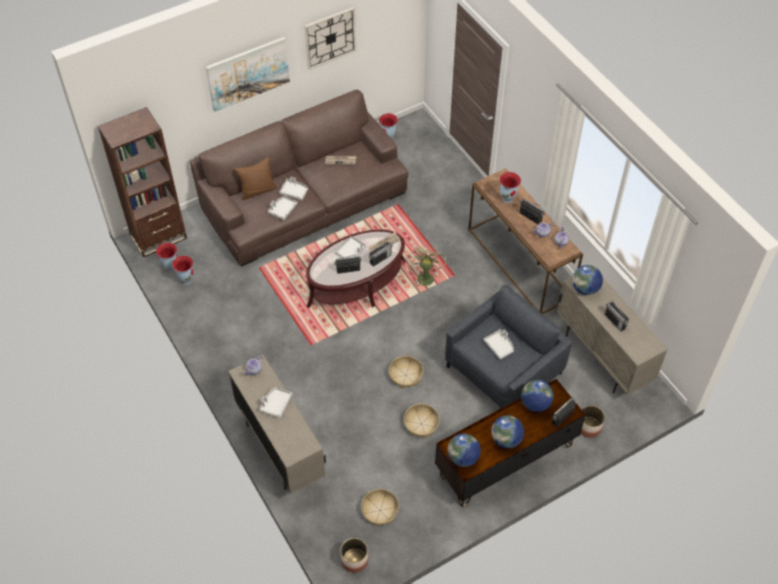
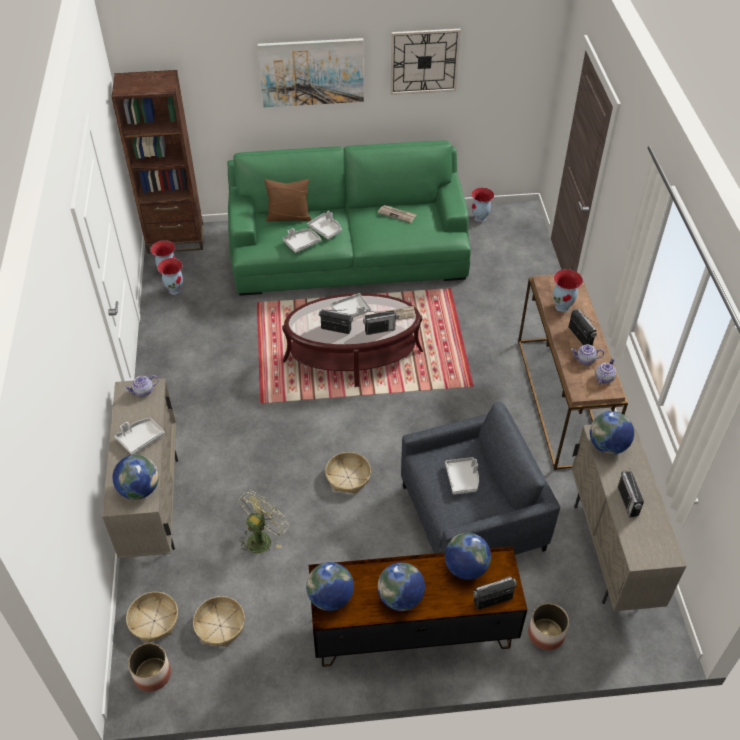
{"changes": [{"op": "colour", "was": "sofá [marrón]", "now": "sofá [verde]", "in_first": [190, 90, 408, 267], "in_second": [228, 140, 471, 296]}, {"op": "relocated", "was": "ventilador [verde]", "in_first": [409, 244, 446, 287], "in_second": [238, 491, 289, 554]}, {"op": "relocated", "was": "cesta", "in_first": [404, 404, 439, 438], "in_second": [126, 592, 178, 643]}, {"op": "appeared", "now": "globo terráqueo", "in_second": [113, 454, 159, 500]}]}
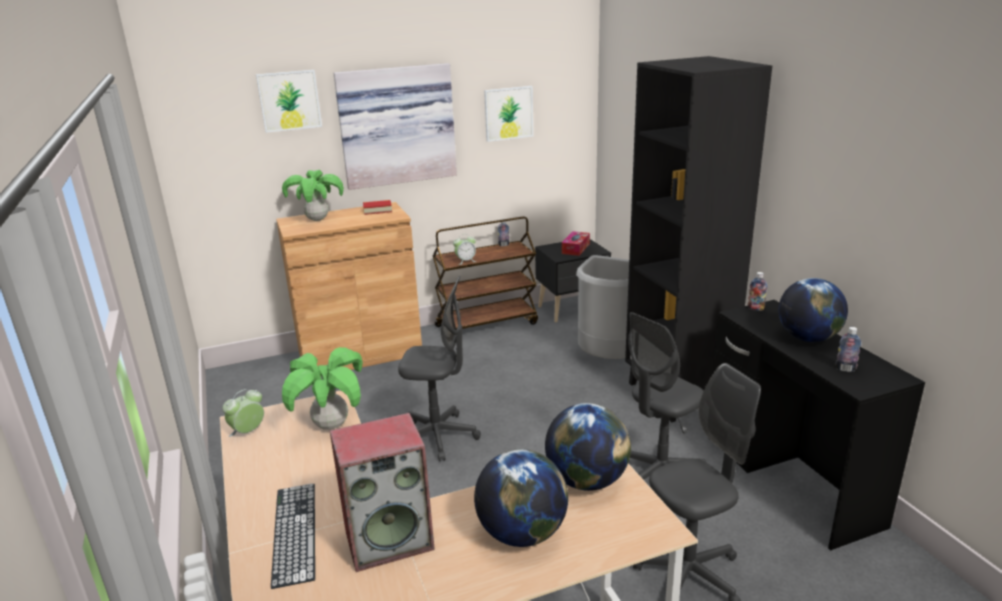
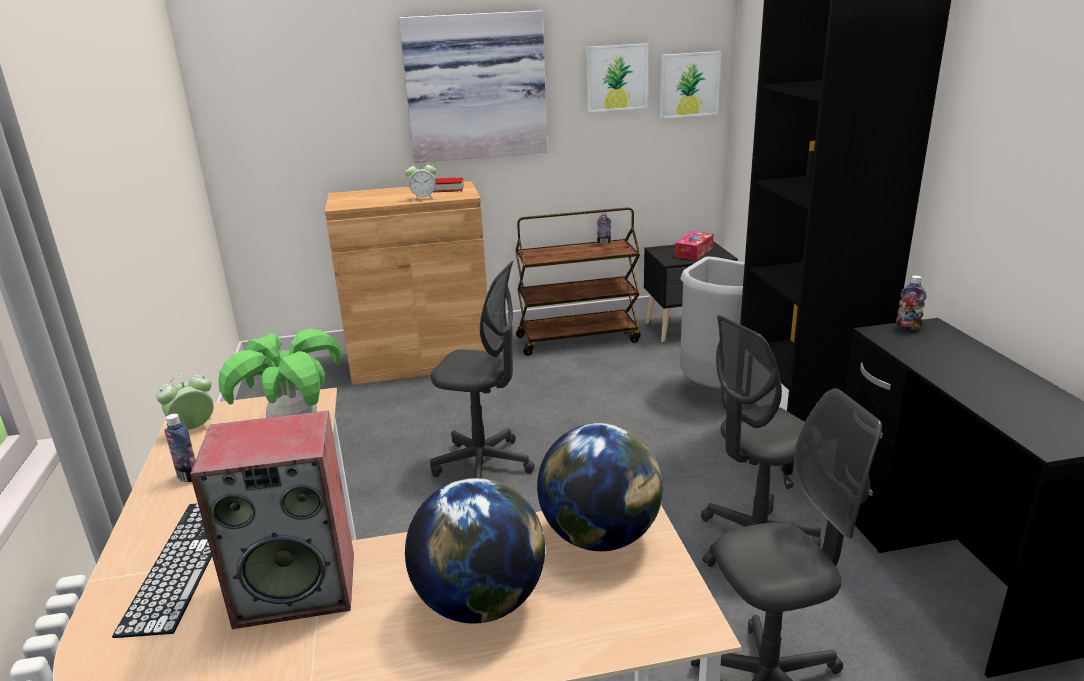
{"changes": [{"op": "relocated", "was": "cuadro", "in_first": [256, 70, 322, 133], "in_second": [660, 51, 721, 119]}, {"op": "missing", "was": "planta en maceta", "in_first": [282, 170, 344, 221]}, {"op": "relocated", "was": "despertador", "in_first": [453, 234, 477, 265], "in_second": [405, 160, 437, 202]}, {"op": "missing", "was": "globo terráqueo", "in_first": [778, 278, 848, 342]}, {"op": "relocated", "was": "botella", "in_first": [836, 327, 861, 372], "in_second": [164, 414, 196, 482]}]}
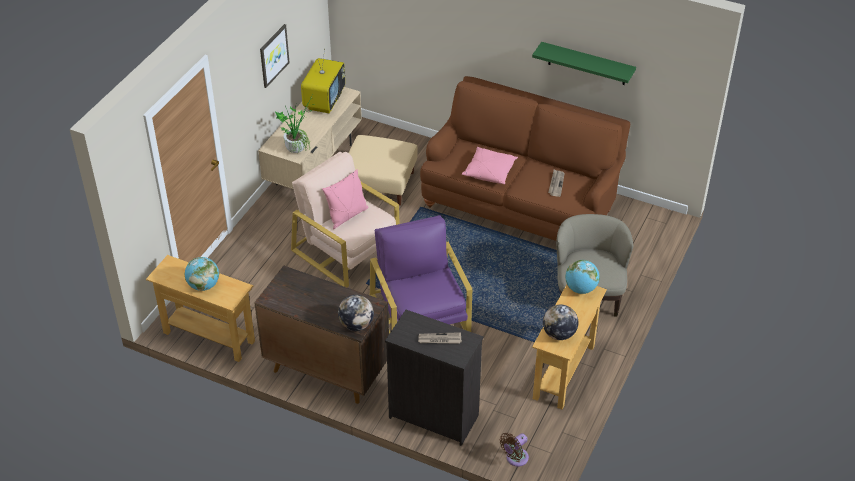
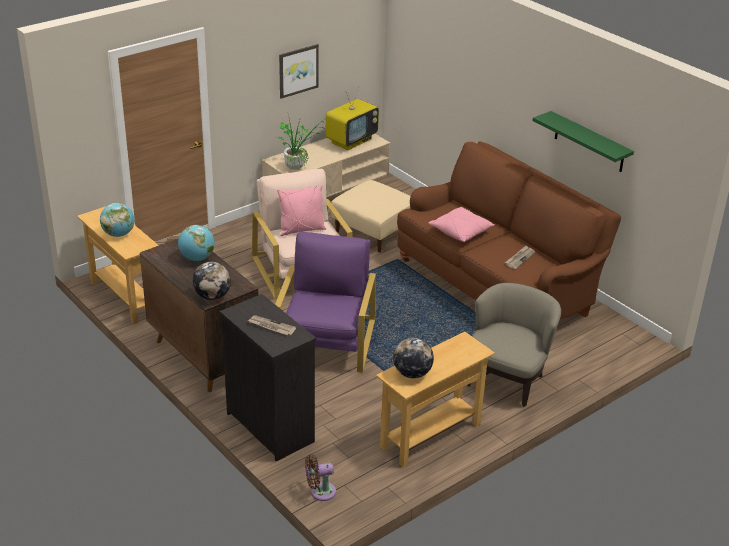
{"changes": [{"op": "relocated", "was": "globo terráqueo", "in_first": [565, 260, 600, 294], "in_second": [178, 225, 214, 261]}]}
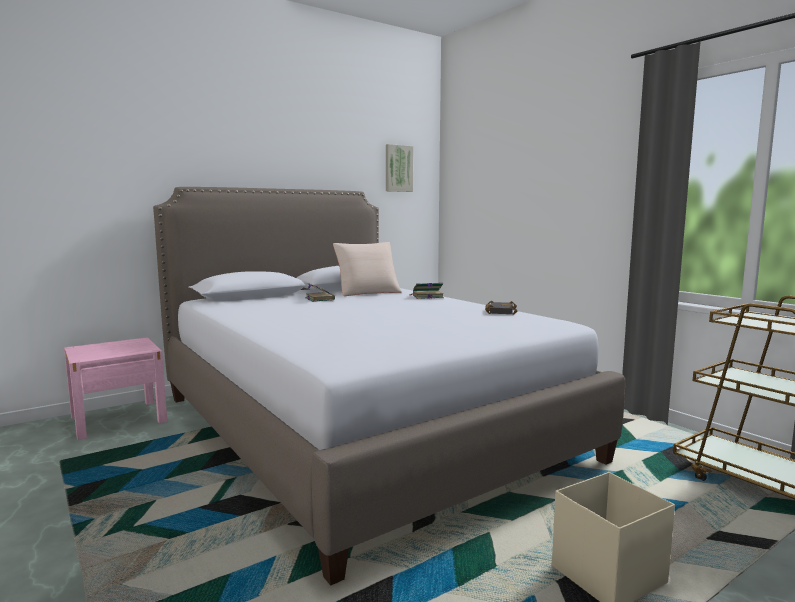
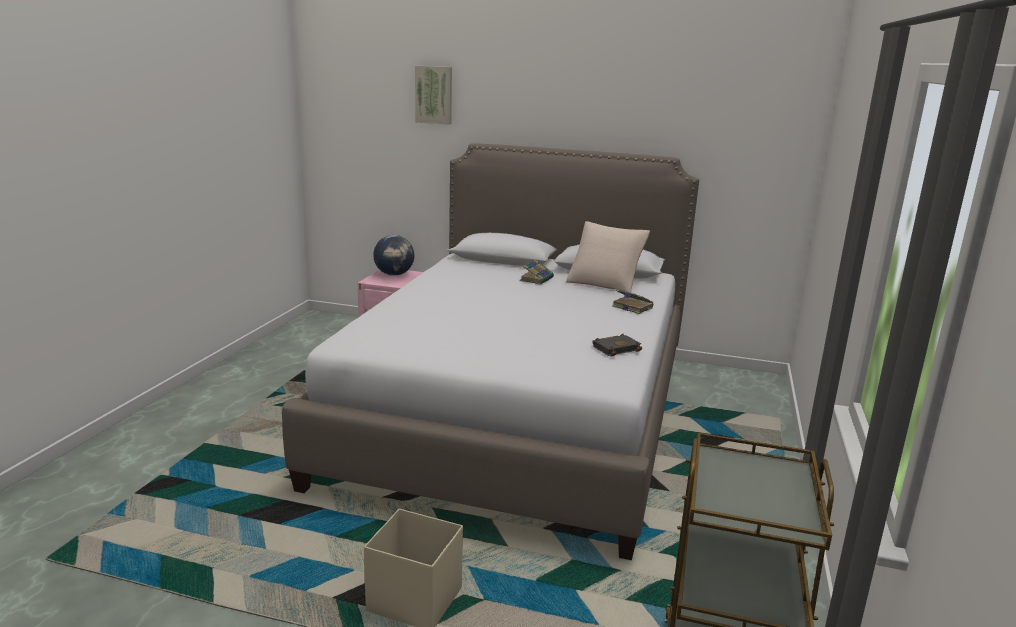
{"changes": [{"op": "relocated", "was": "cuadro", "in_first": [386, 144, 413, 192], "in_second": [415, 66, 452, 125]}, {"op": "appeared", "now": "globo terráqueo", "in_second": [373, 235, 415, 276]}]}
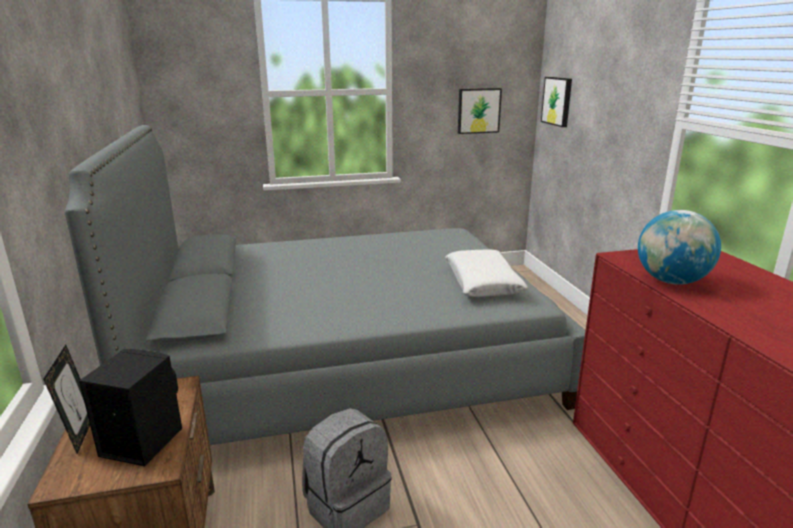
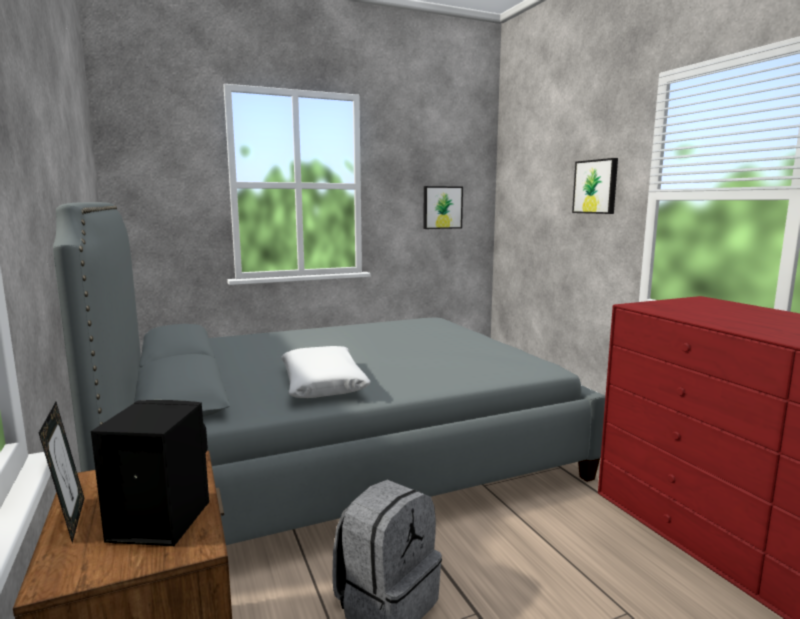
{"changes": [{"op": "relocated", "was": "cuadro", "in_first": [541, 77, 572, 127], "in_second": [572, 158, 618, 214]}, {"op": "missing", "was": "globo terráqueo", "in_first": [638, 210, 721, 285]}, {"op": "relocated", "was": "cojín [blanco]", "in_first": [445, 249, 528, 297], "in_second": [281, 346, 371, 398]}]}
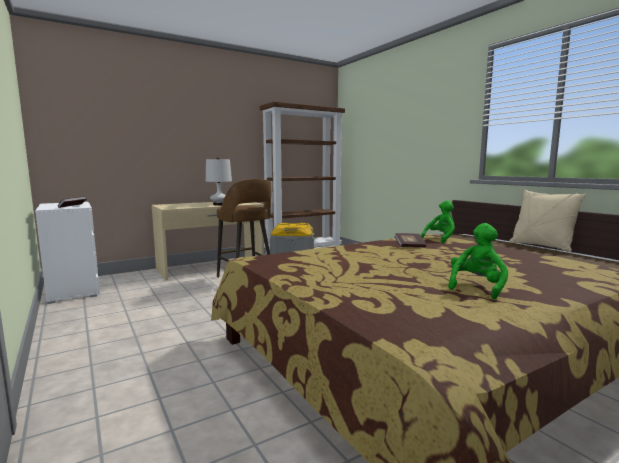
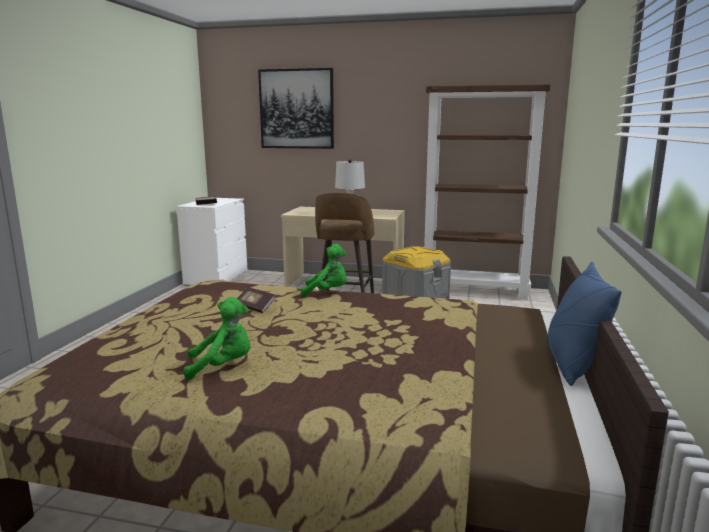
{"changes": [{"op": "colour", "was": "cojín [beis]", "now": "cojín [azul]", "in_first": [509, 190, 586, 251], "in_second": [547, 262, 622, 386]}, {"op": "relocated", "was": "peluche [verde]", "in_first": [421, 201, 455, 243], "in_second": [301, 244, 347, 297]}, {"op": "relocated", "was": "libro", "in_first": [394, 233, 426, 247], "in_second": [237, 287, 275, 313]}, {"op": "appeared", "now": "cuadro", "in_second": [258, 68, 334, 149]}]}
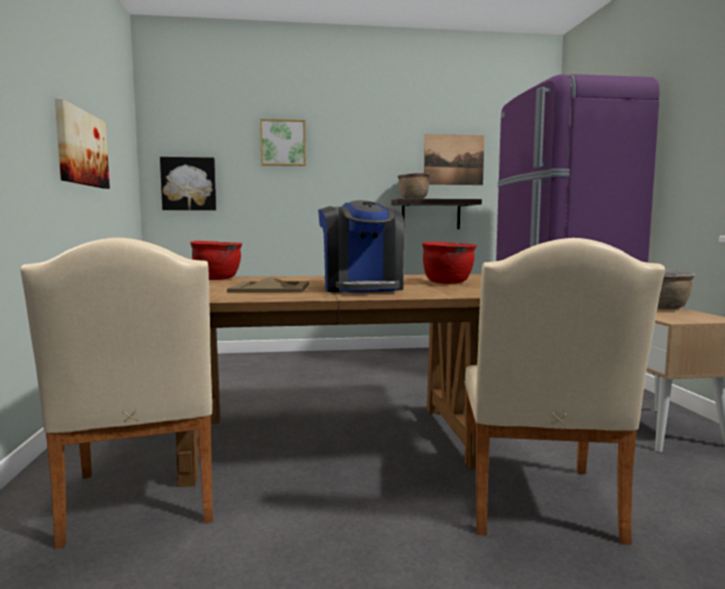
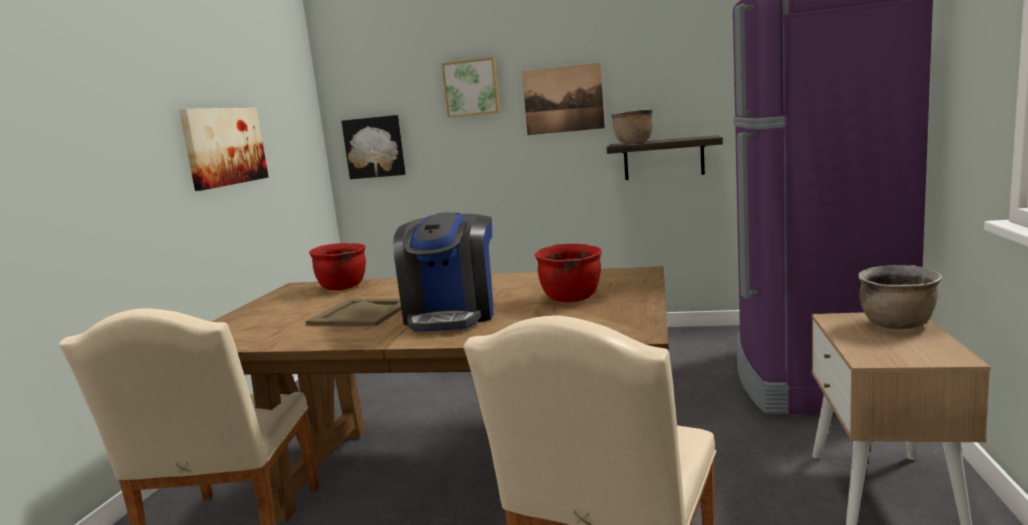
{"changes": [{"op": "relocated", "was": "cuadro", "in_first": [424, 134, 484, 185], "in_second": [522, 63, 605, 135]}]}
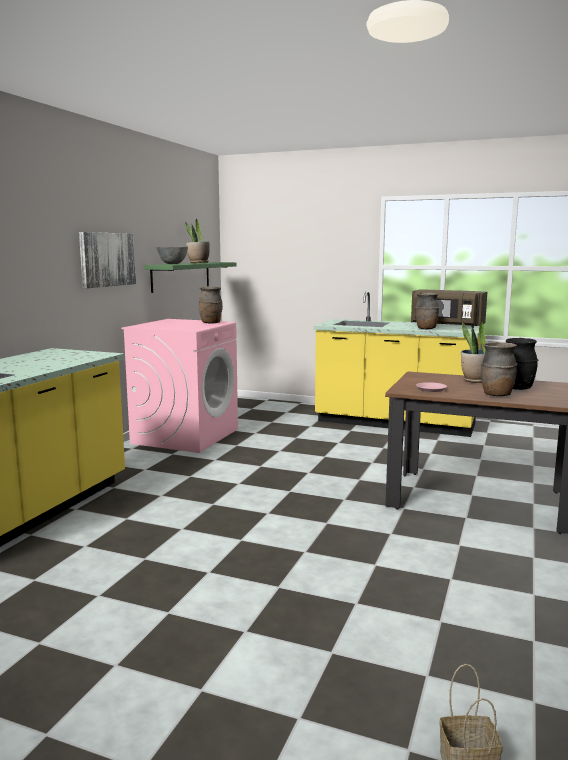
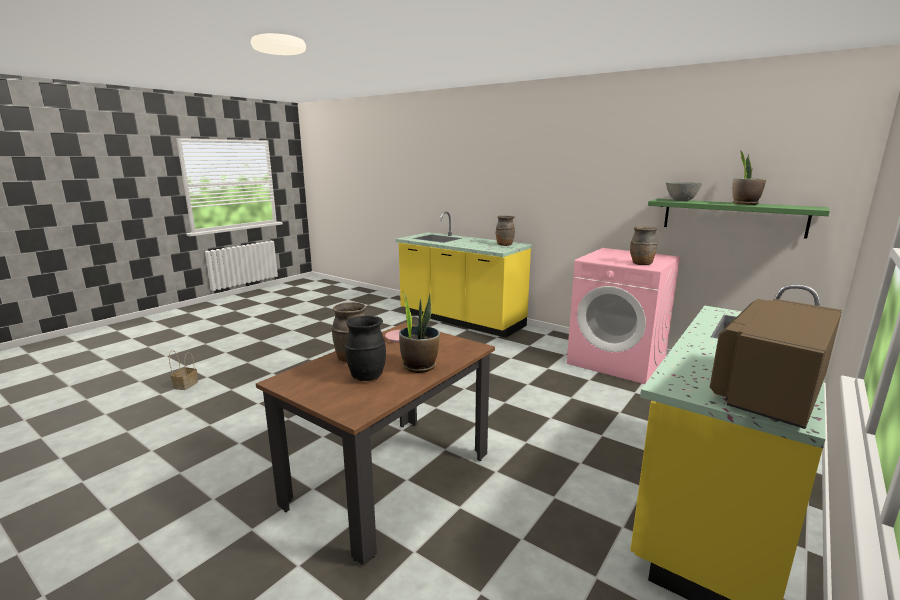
{"changes": [{"op": "missing", "was": "cuadro", "in_first": [79, 232, 136, 288]}, {"op": "relocated", "was": "florero [marrón]", "in_first": [415, 293, 439, 329], "in_second": [496, 216, 515, 246]}]}
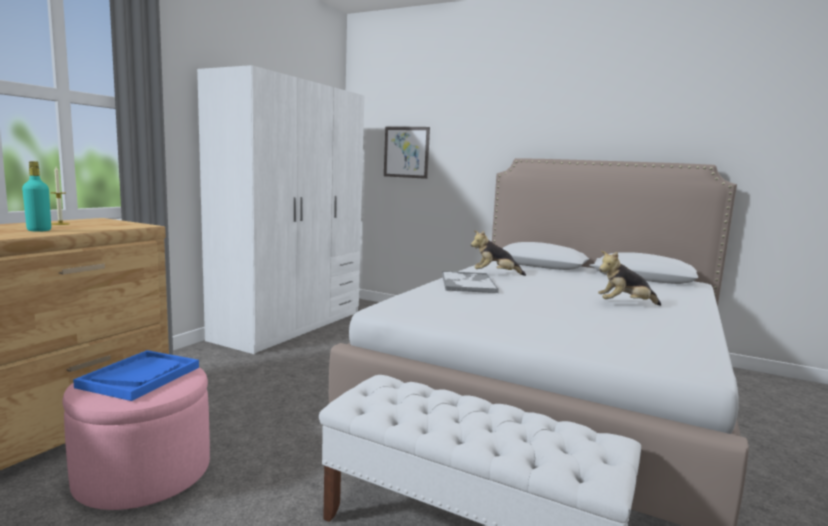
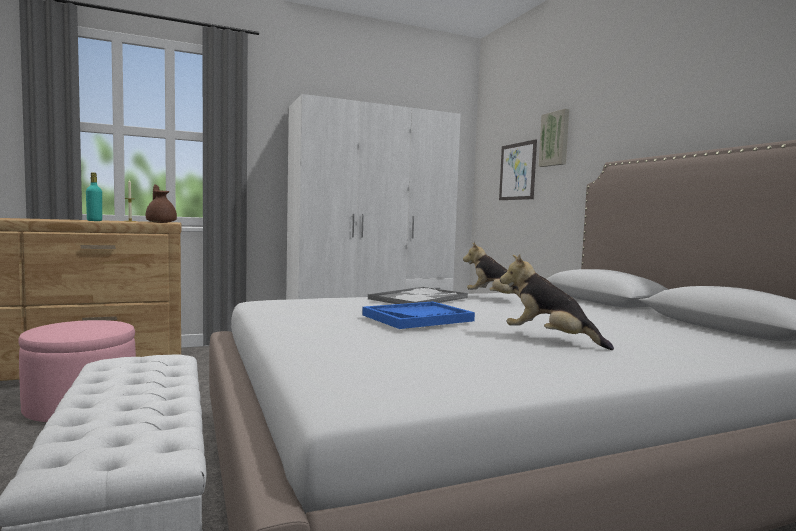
{"changes": [{"op": "relocated", "was": "bandeja [azul]", "in_first": [73, 350, 199, 401], "in_second": [362, 302, 475, 329]}, {"op": "appeared", "now": "cuadro", "in_second": [538, 109, 569, 167]}, {"op": "appeared", "now": "tetera [marrón]", "in_second": [146, 185, 177, 223]}]}
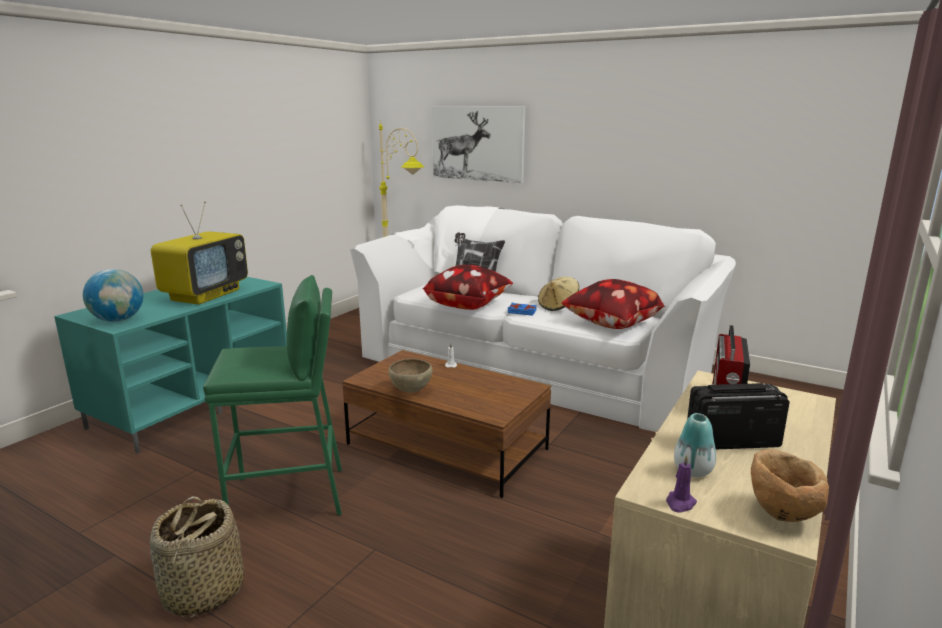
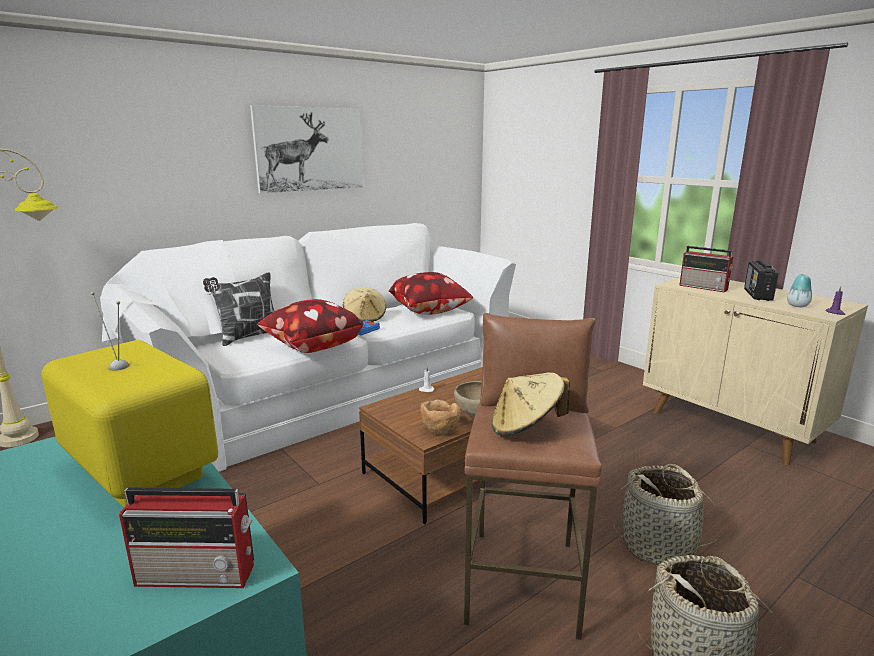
{"changes": [{"op": "relocated", "was": "cuadro", "in_first": [432, 107, 525, 183], "in_second": [250, 105, 363, 193]}, {"op": "exchanged", "was": "globo terráqueo", "now": "radio", "in_first": [83, 269, 143, 322], "in_second": [119, 488, 254, 588]}, {"op": "colour", "was": "taburete [verde]", "now": "taburete [marrón]", "in_first": [203, 275, 342, 516], "in_second": [464, 313, 602, 640]}, {"op": "relocated", "was": "cuenco [marrón]", "in_first": [751, 449, 829, 522], "in_second": [420, 399, 461, 434]}, {"op": "appeared", "now": "sombrero [beis]", "in_second": [491, 372, 570, 436]}, {"op": "appeared", "now": "cesta", "in_second": [613, 464, 724, 566]}]}
